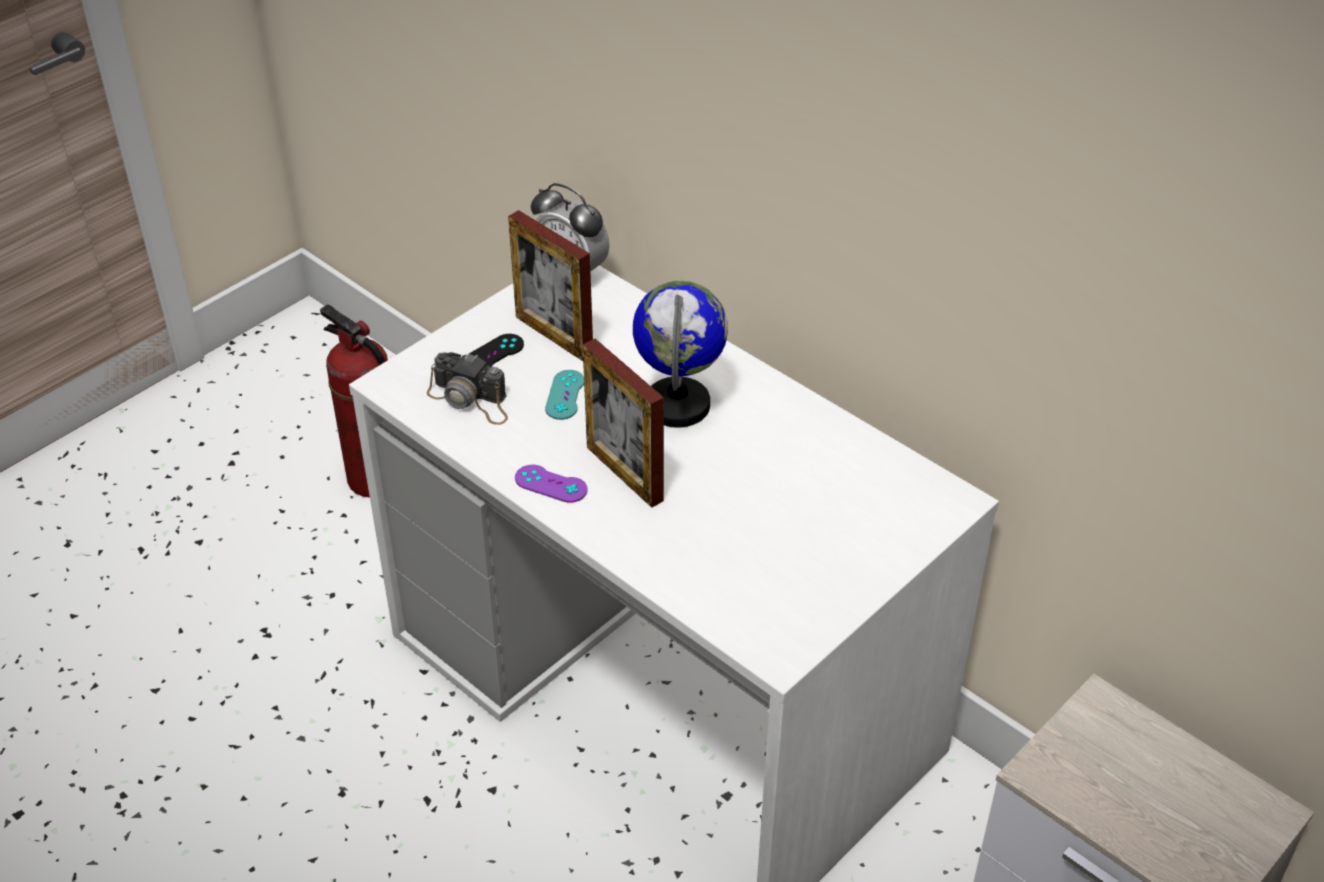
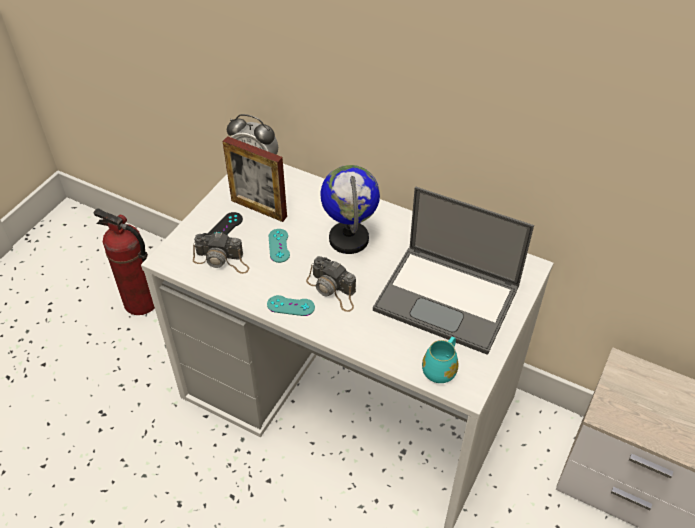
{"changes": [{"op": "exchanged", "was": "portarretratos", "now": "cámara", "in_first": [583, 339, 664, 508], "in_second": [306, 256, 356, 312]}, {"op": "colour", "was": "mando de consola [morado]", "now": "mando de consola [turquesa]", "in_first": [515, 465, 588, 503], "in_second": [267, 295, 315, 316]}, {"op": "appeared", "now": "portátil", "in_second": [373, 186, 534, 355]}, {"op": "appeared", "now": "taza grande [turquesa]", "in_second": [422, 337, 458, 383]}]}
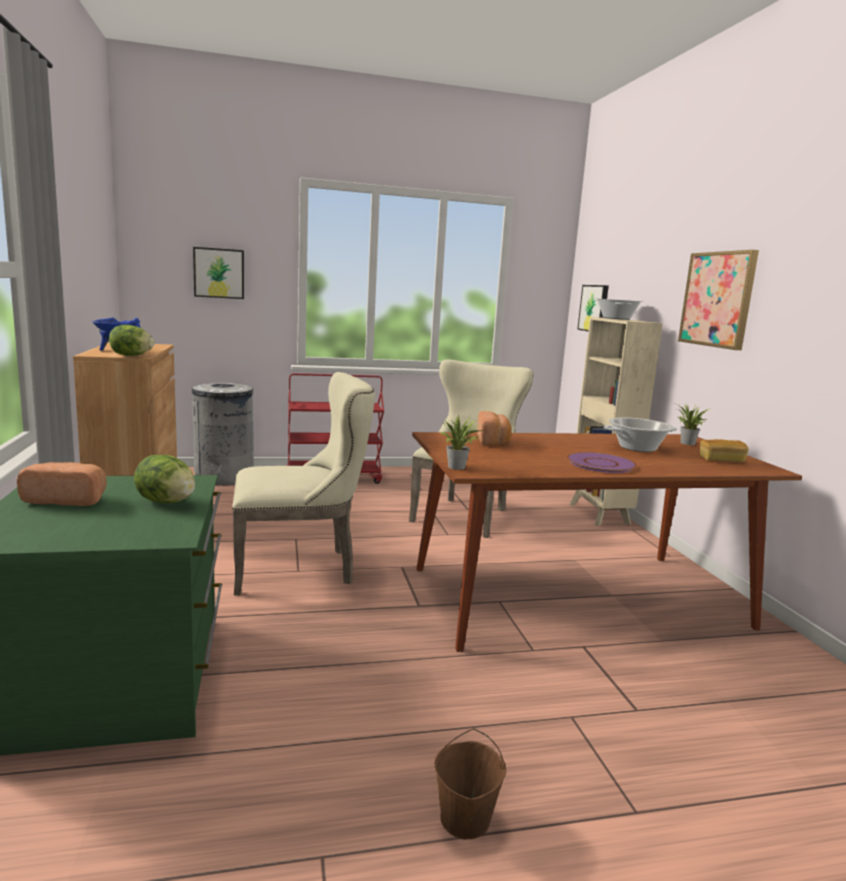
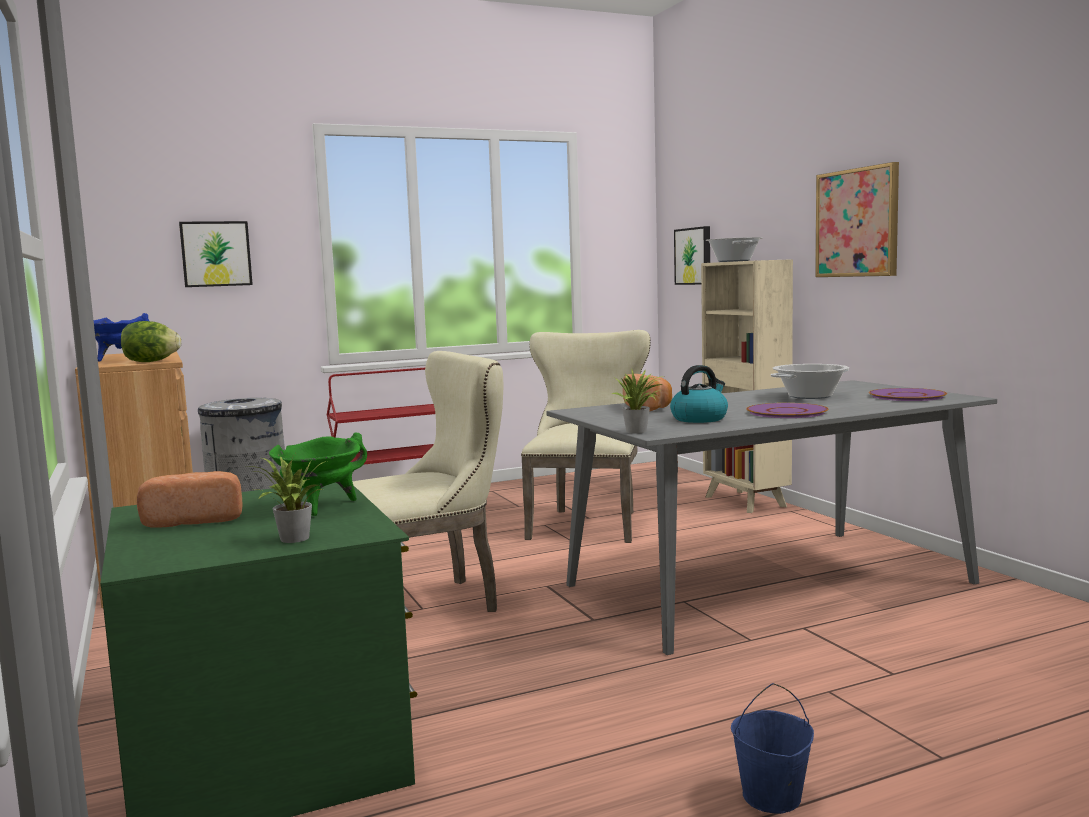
{"changes": [{"op": "relocated", "was": "planta en maceta", "in_first": [674, 403, 709, 445], "in_second": [251, 454, 326, 543]}, {"op": "colour", "was": "mesa de comedor [marrón]", "now": "mesa de comedor [gris]", "in_first": [412, 432, 802, 652], "in_second": [546, 380, 997, 655]}, {"op": "exchanged", "was": "pan", "now": "plato [morado]", "in_first": [700, 439, 749, 463], "in_second": [869, 388, 947, 401]}, {"op": "exchanged", "was": "lechuga", "now": "olla [verde]", "in_first": [134, 455, 195, 504], "in_second": [269, 433, 367, 516]}, {"op": "colour", "was": "cubo [marrón]", "now": "cubo [azul]", "in_first": [434, 729, 506, 840], "in_second": [731, 683, 814, 814]}, {"op": "appeared", "now": "hervidor", "in_second": [670, 365, 728, 423]}]}
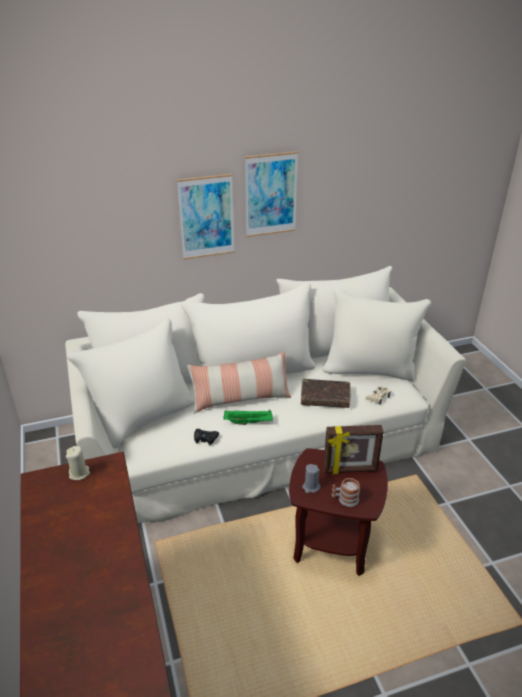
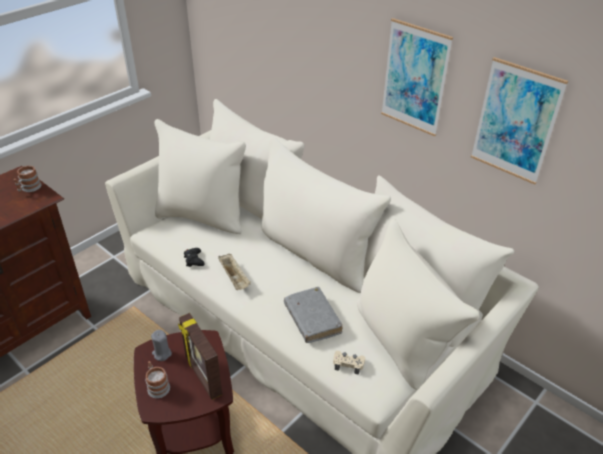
{"changes": [{"op": "relocated", "was": "cuadro", "in_first": [177, 174, 235, 259], "in_second": [471, 57, 568, 185]}, {"op": "missing", "was": "cojín", "in_first": [187, 352, 291, 414]}, {"op": "colour", "was": "libro [marrón]", "now": "libro [gris]", "in_first": [301, 379, 350, 408], "in_second": [284, 287, 342, 343]}, {"op": "colour", "was": "bandeja [verde]", "now": "bandeja [beis]", "in_first": [224, 410, 273, 425], "in_second": [218, 253, 251, 290]}, {"op": "exchanged", "was": "vela [beis]", "now": "taza grande", "in_first": [66, 446, 90, 480], "in_second": [14, 165, 42, 193]}]}
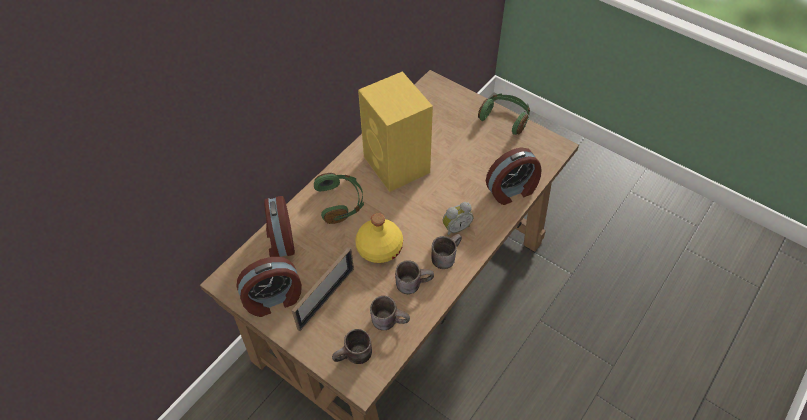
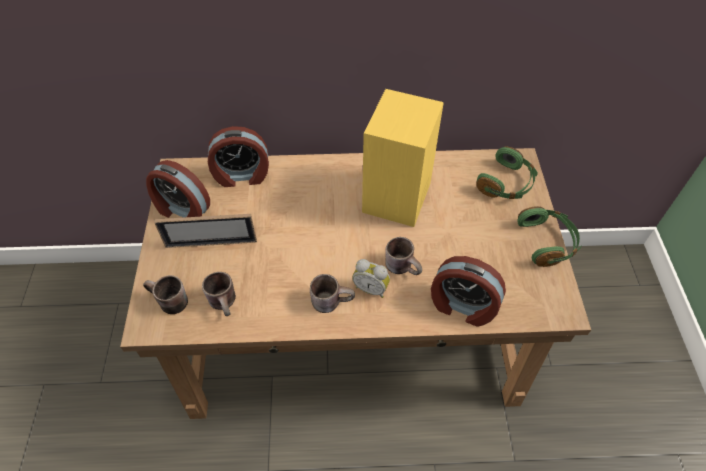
{"changes": [{"op": "relocated", "was": "auriculares [verde]", "in_first": [314, 173, 364, 224], "in_second": [476, 146, 538, 199]}, {"op": "spun", "was": "despertador", "in_first": [264, 196, 295, 257], "in_second": [208, 126, 269, 187], "clockwise": -135}, {"op": "missing", "was": "botella [amarillo]", "in_first": [355, 213, 403, 263]}, {"op": "relocated", "was": "taza grande [marrón]", "in_first": [395, 260, 434, 294], "in_second": [385, 237, 422, 275]}]}
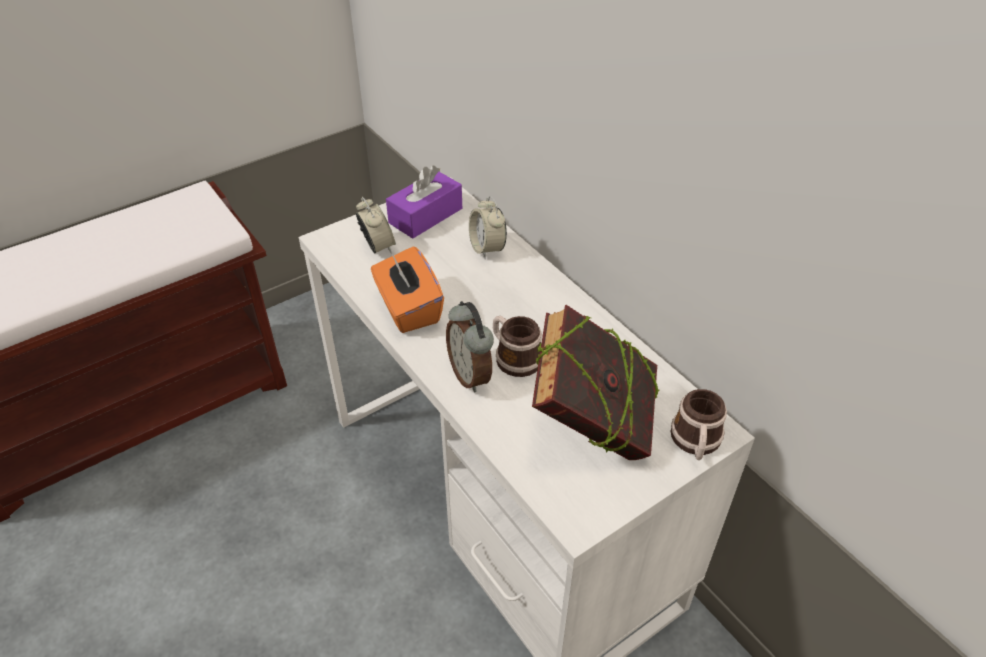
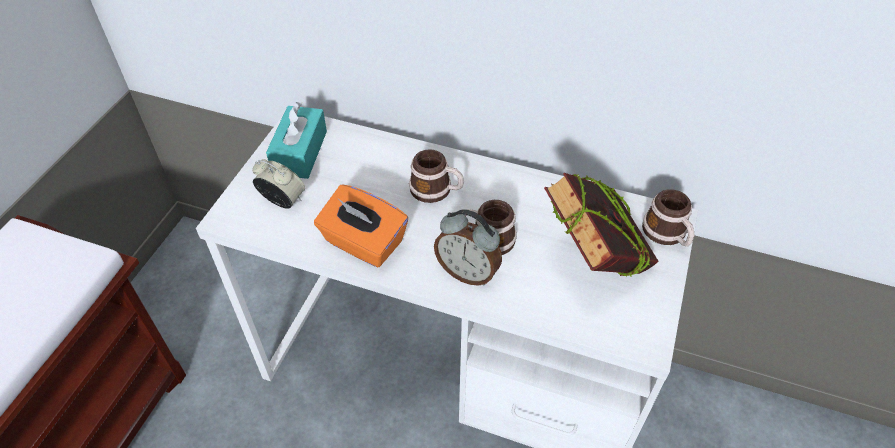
{"changes": [{"op": "colour", "was": "caja de pañuelos [morado]", "now": "caja de pañuelos [turquesa]", "in_first": [386, 165, 462, 239], "in_second": [266, 102, 327, 179]}, {"op": "missing", "was": "despertador", "in_first": [469, 196, 507, 259]}, {"op": "appeared", "now": "taza grande", "in_second": [409, 149, 464, 203]}]}
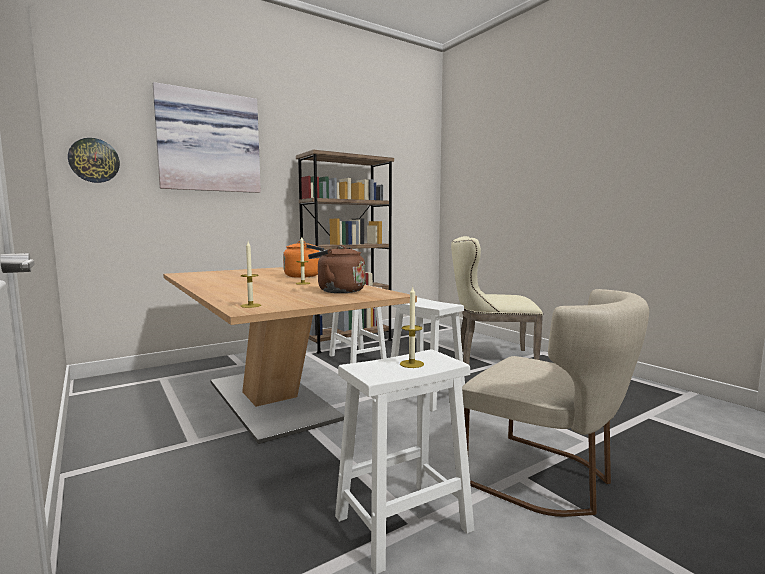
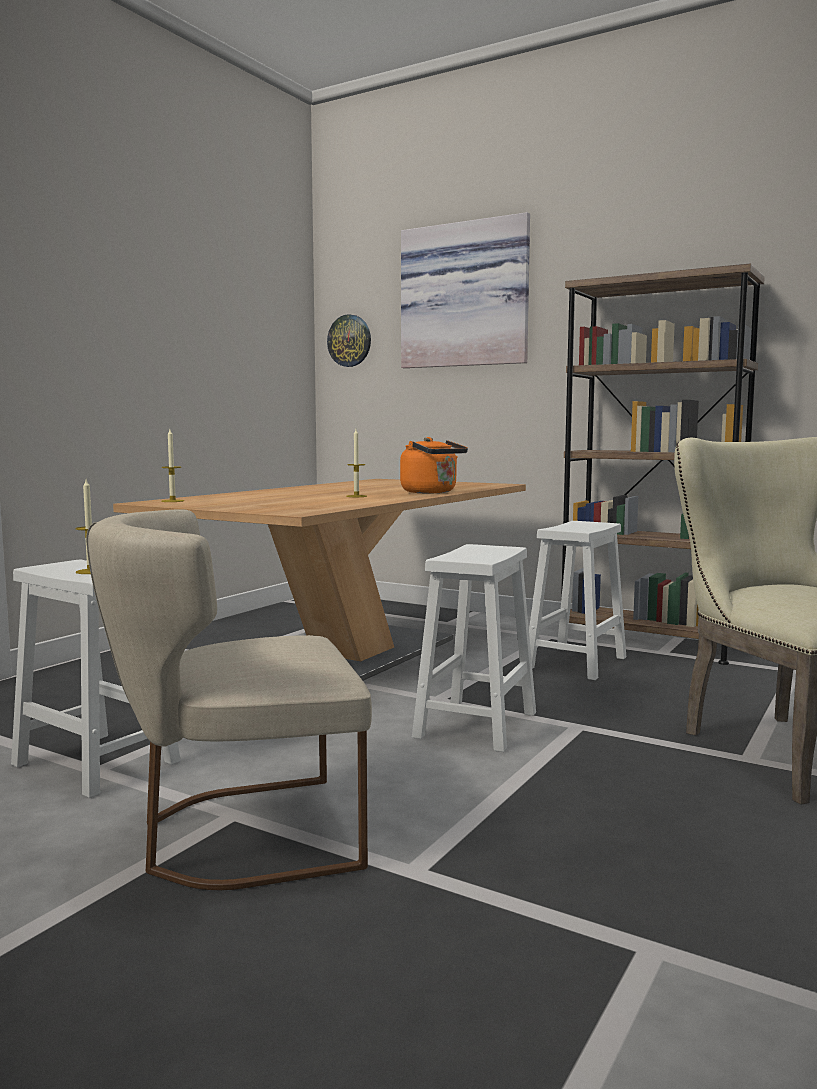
{"changes": [{"op": "missing", "was": "hervidor [marrón]", "in_first": [308, 245, 365, 293]}, {"op": "spun", "was": "silla [beis]", "in_first": [462, 289, 649, 517], "in_second": [86, 509, 372, 890], "clockwise": 60}]}
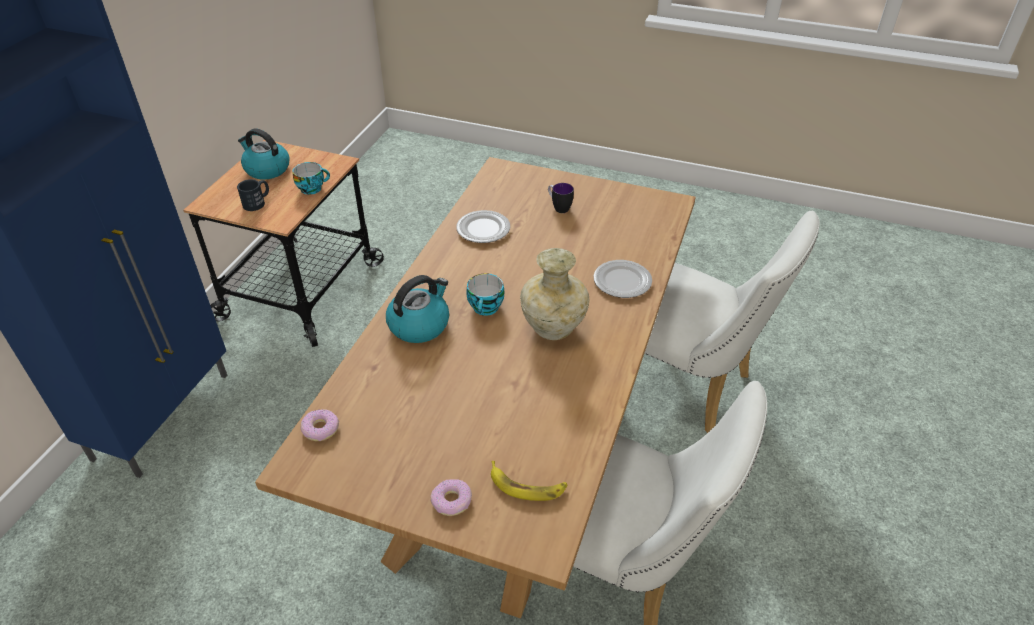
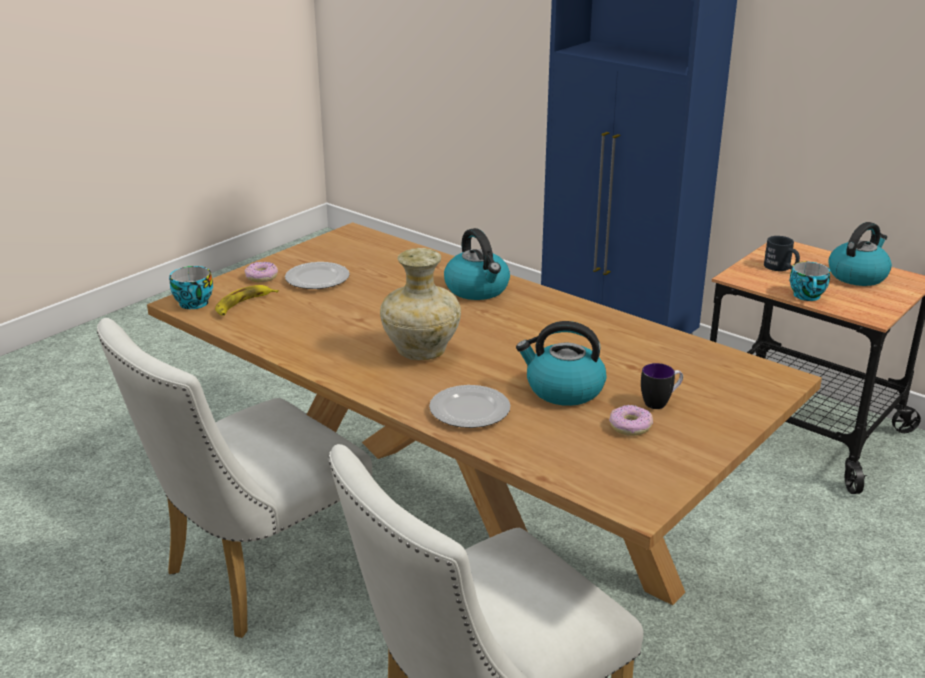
{"changes": [{"op": "relocated", "was": "plato", "in_first": [456, 210, 510, 243], "in_second": [285, 262, 350, 289]}, {"op": "relocated", "was": "taza", "in_first": [466, 273, 504, 316], "in_second": [169, 266, 213, 309]}, {"op": "relocated", "was": "rosquilla", "in_first": [300, 409, 339, 441], "in_second": [609, 405, 653, 436]}, {"op": "appeared", "now": "hervidor", "in_second": [516, 321, 606, 406]}]}
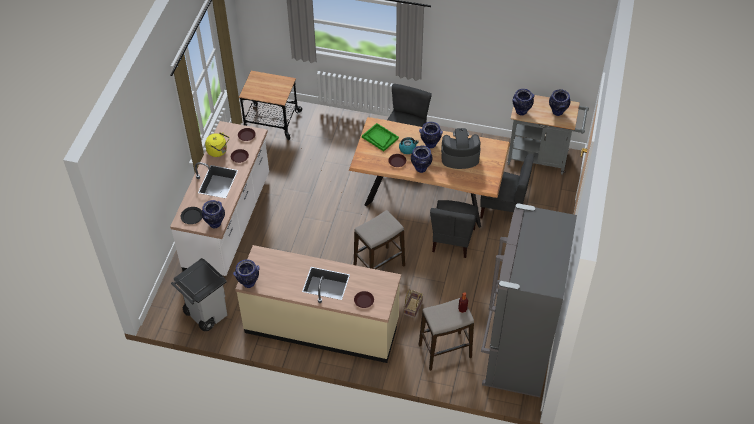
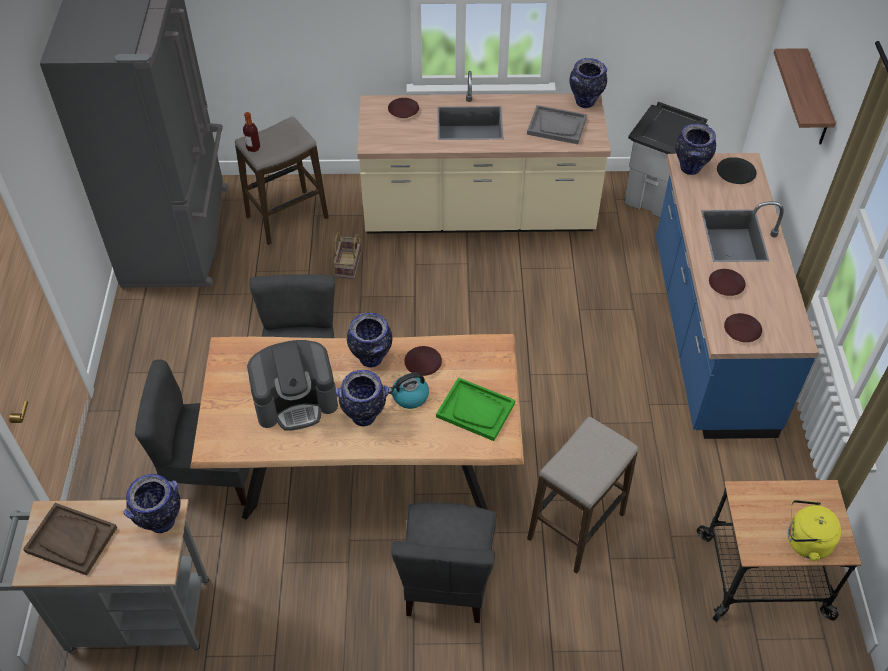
{"changes": [{"op": "exchanged", "was": "florero", "now": "bandeja [marrón]", "in_first": [549, 89, 570, 116], "in_second": [23, 503, 117, 576]}, {"op": "colour", "was": "mueble bajo de cocina [blanco]", "now": "mueble bajo de cocina [azul]", "in_first": [170, 121, 269, 276], "in_second": [656, 153, 819, 439]}, {"op": "relocated", "was": "hervidor [amarillo]", "in_first": [205, 132, 229, 157], "in_second": [788, 500, 841, 561]}, {"op": "relocated", "was": "taburete", "in_first": [354, 210, 405, 269], "in_second": [527, 417, 638, 574]}, {"op": "appeared", "now": "estante", "in_second": [774, 48, 836, 145]}, {"op": "appeared", "now": "bandeja [gris]", "in_second": [527, 105, 587, 144]}]}
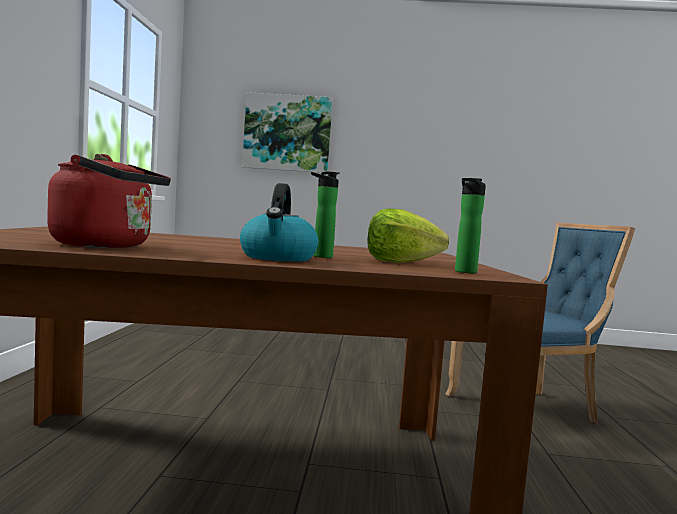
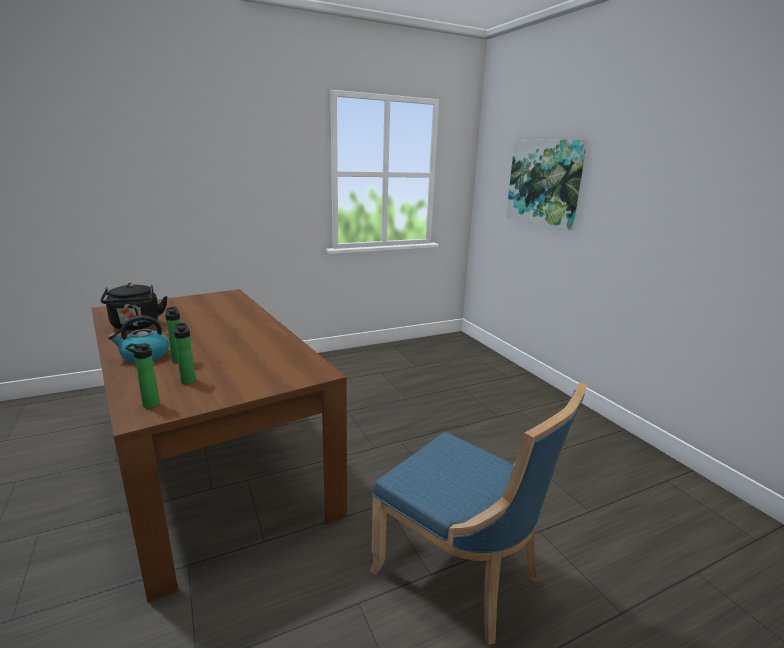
{"changes": [{"op": "colour", "was": "hervidor [rojo]", "now": "hervidor [negro]", "in_first": [47, 154, 171, 248], "in_second": [100, 283, 168, 330]}, {"op": "exchanged", "was": "lechuga", "now": "botella", "in_first": [368, 208, 449, 263], "in_second": [174, 323, 196, 384]}]}
